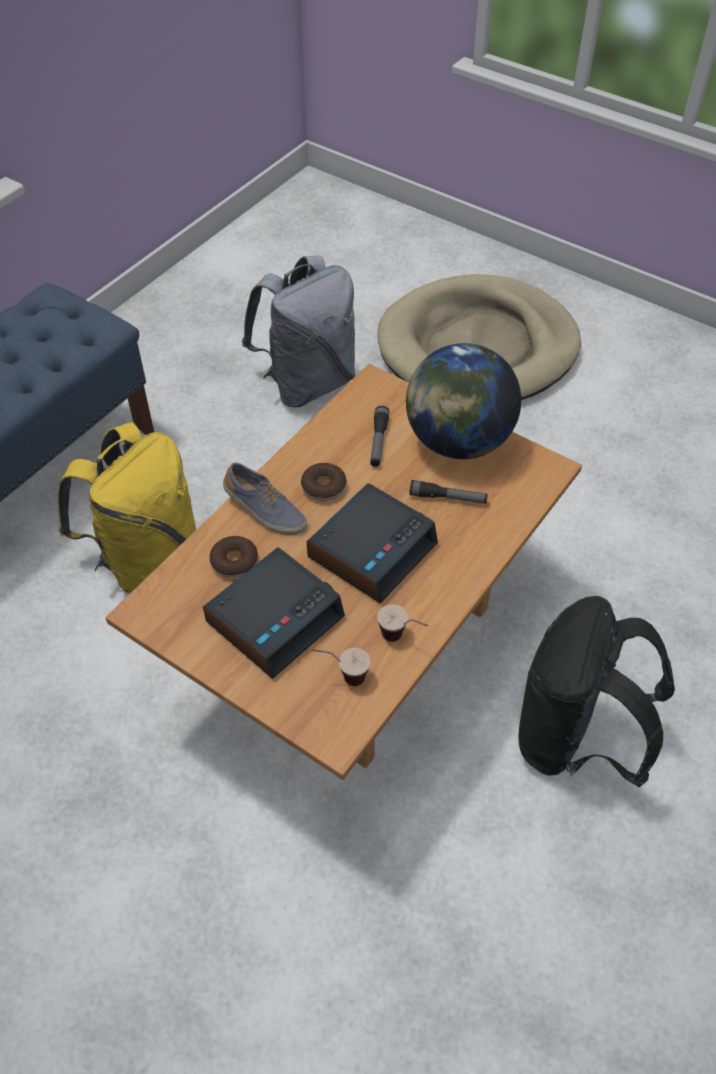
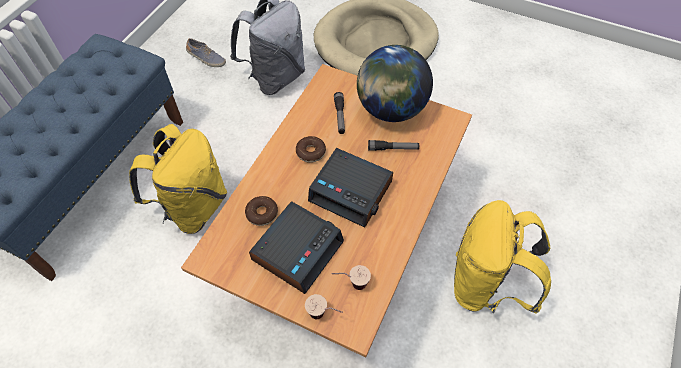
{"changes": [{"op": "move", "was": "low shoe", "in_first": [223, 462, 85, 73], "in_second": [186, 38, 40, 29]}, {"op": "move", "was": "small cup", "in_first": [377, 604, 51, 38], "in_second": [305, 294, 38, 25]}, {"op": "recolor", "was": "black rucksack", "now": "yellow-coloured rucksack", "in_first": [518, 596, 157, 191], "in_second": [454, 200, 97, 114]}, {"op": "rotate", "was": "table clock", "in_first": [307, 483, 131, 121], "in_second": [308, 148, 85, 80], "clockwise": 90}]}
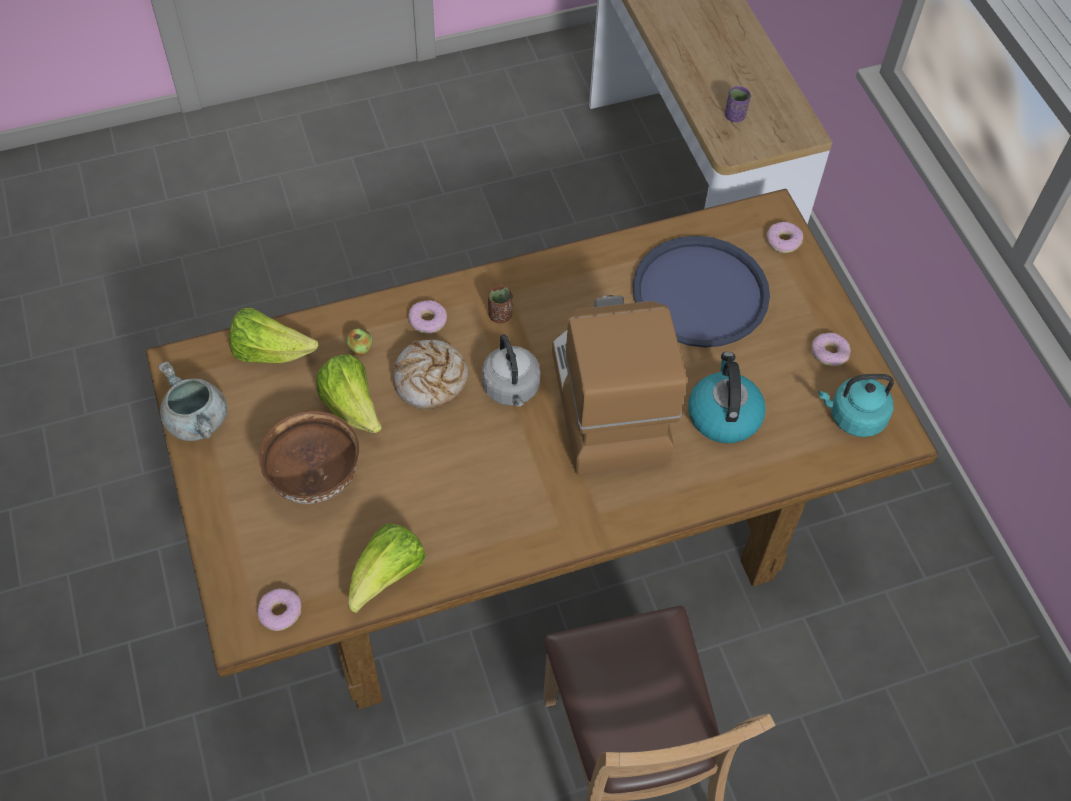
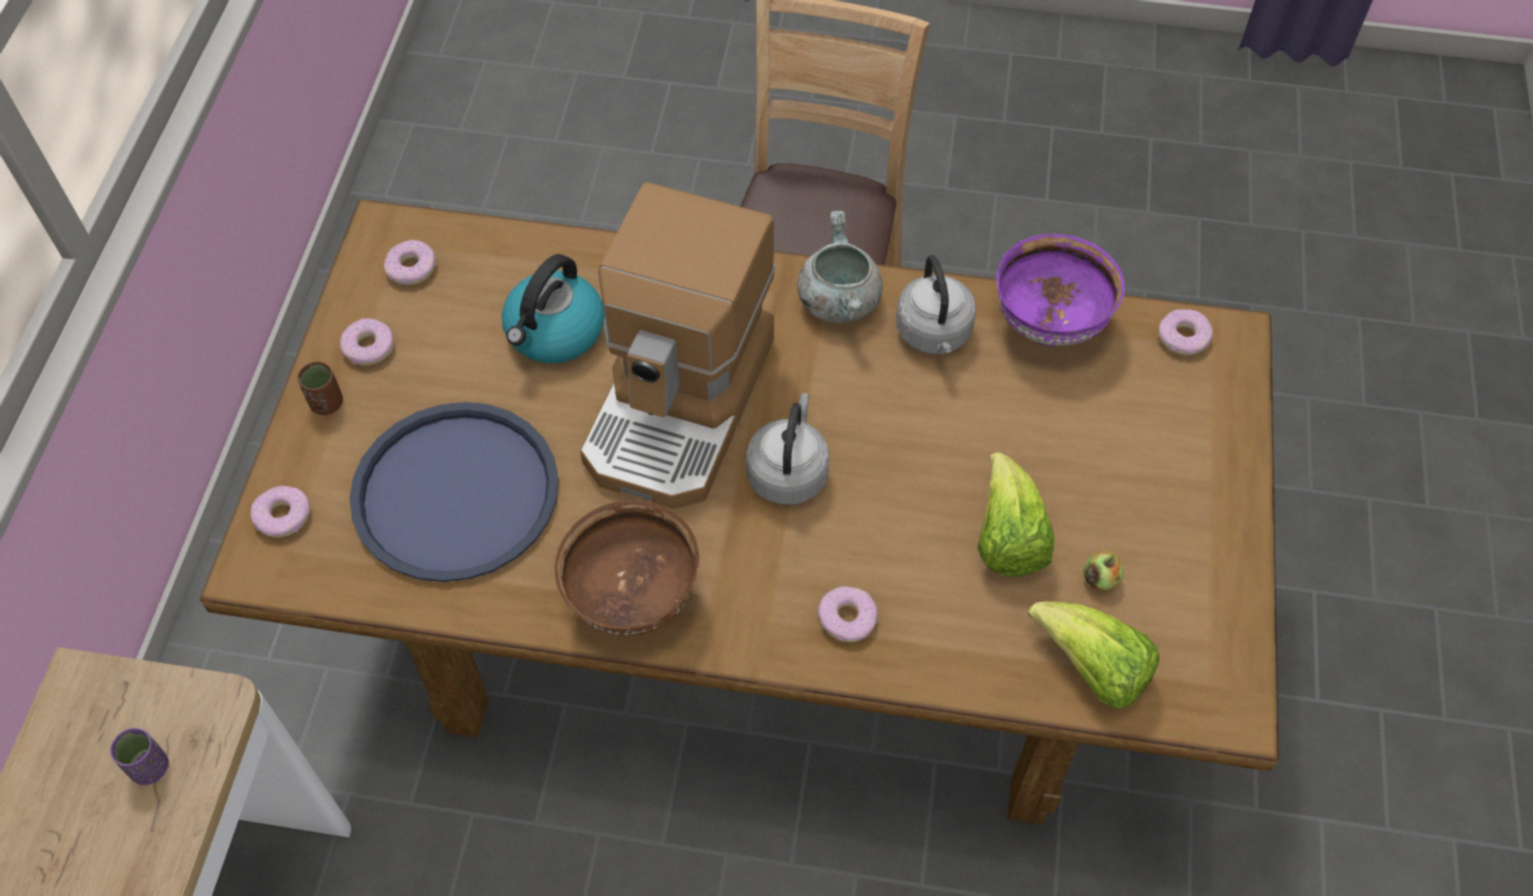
{"changes": [{"op": "delete", "was": "bread", "in_first": [393, 340, 75, 70]}, {"op": "insert", "now": "greyish tea kettle", "in_second": [896, 255, 80, 100]}, {"op": "move", "was": "greyish stockpot", "in_first": [158, 361, 69, 80], "in_second": [797, 211, 86, 112]}, {"op": "move", "was": "brownish serving bowl", "in_first": [259, 411, 100, 93], "in_second": [554, 500, 145, 136]}, {"op": "move", "was": "whole apple", "in_first": [347, 328, 25, 27], "in_second": [1084, 551, 40, 40]}, {"op": "move", "was": "brownish small cup", "in_first": [488, 285, 24, 38], "in_second": [297, 361, 46, 54]}, {"op": "replace", "was": "lettuce head", "now": "purple serving bowl", "in_first": [348, 523, 78, 90], "in_second": [996, 234, 129, 112]}, {"op": "replace", "was": "turquoise-coloured tea kettle", "now": "doughnut", "in_first": [819, 374, 75, 63], "in_second": [384, 240, 52, 45]}]}
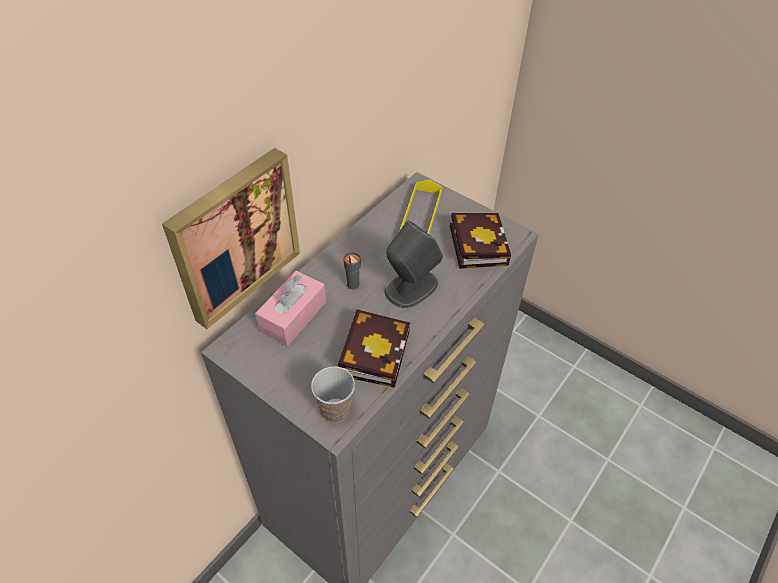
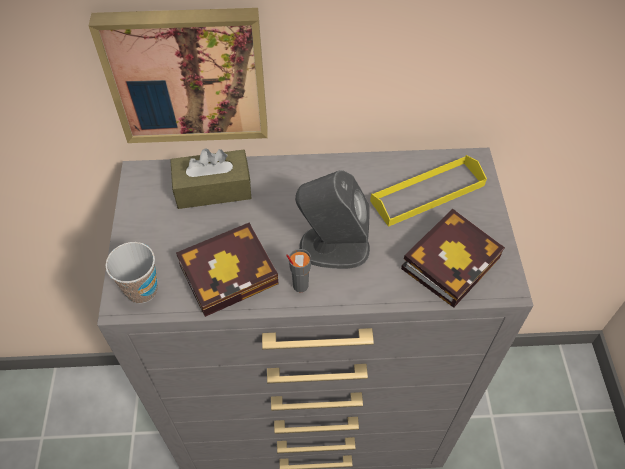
{"changes": [{"op": "move", "was": "greyish small cup", "in_first": [343, 252, 18, 38], "in_second": [286, 249, 25, 44]}, {"op": "recolor", "was": "pink-coloured tissue holder", "now": "brownish tissue holder", "in_first": [255, 270, 71, 76], "in_second": [170, 148, 82, 61]}]}
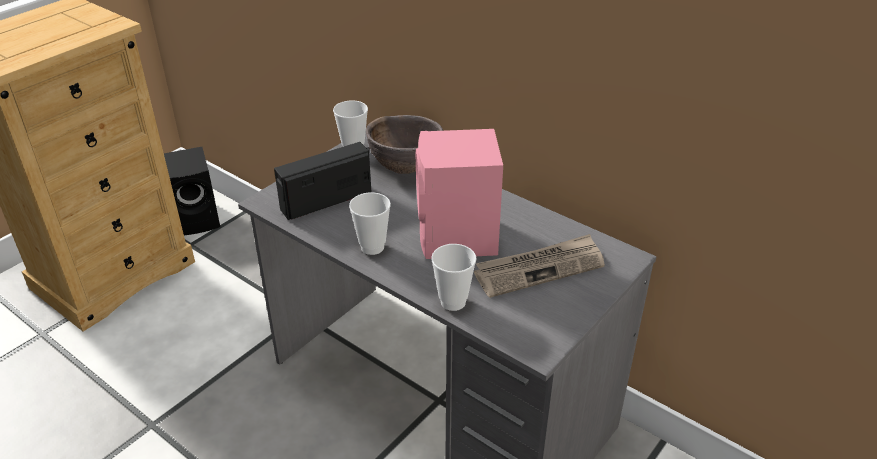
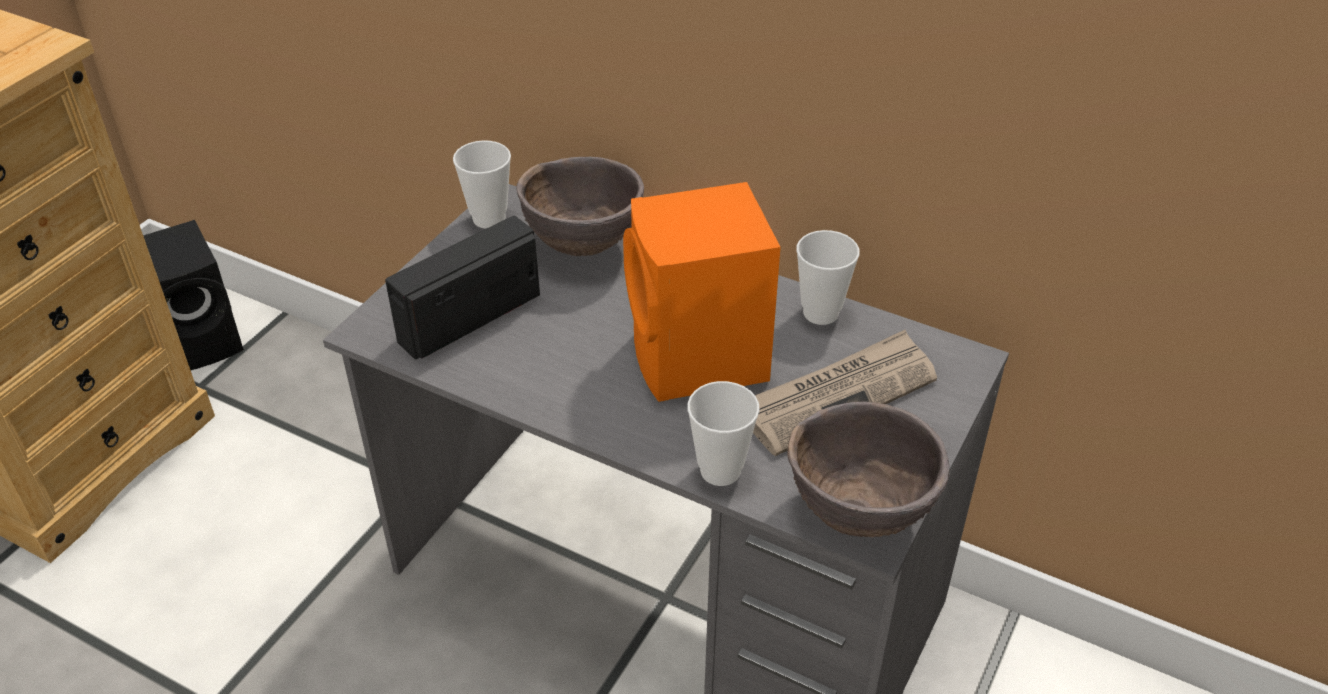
{"changes": [{"op": "insert", "now": "brownish serving bowl", "in_second": [787, 402, 164, 135]}, {"op": "move", "was": "small cup", "in_first": [349, 192, 42, 63], "in_second": [796, 230, 64, 95]}, {"op": "recolor", "was": "pink-coloured speaker", "now": "orangey speaker", "in_first": [416, 129, 87, 130], "in_second": [623, 182, 158, 220]}]}
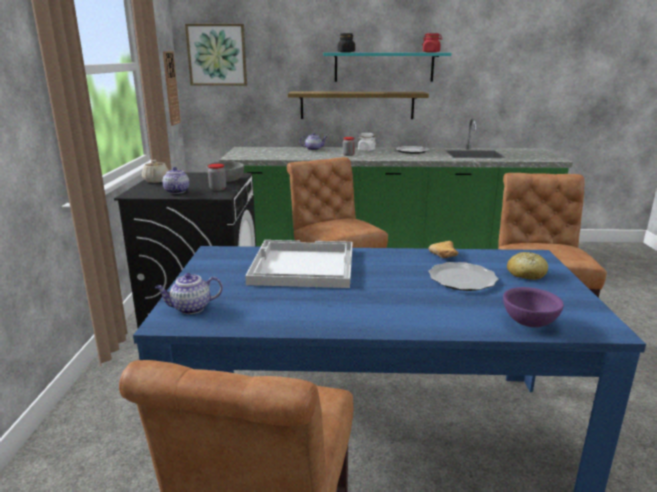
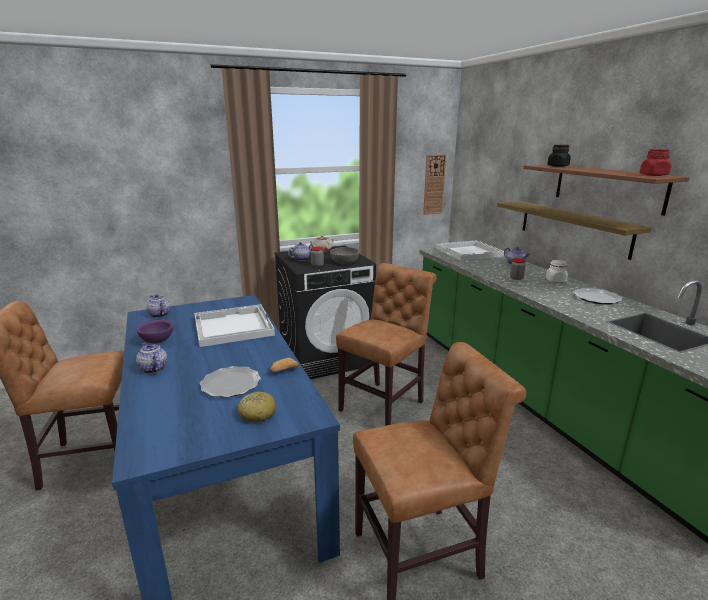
{"changes": [{"op": "delete", "was": "wall art", "in_first": [185, 24, 62, 62]}, {"op": "insert", "now": "pot for tea", "in_second": [136, 343, 31, 31]}, {"op": "insert", "now": "white serving tray", "in_second": [436, 240, 68, 21]}, {"op": "move", "was": "purple serving bowl", "in_first": [503, 287, 61, 40], "in_second": [136, 320, 38, 23]}, {"op": "recolor", "was": "turquoise-coloured bracket shelf", "now": "brownish bracket shelf", "in_first": [323, 53, 128, 29], "in_second": [523, 165, 167, 51]}]}
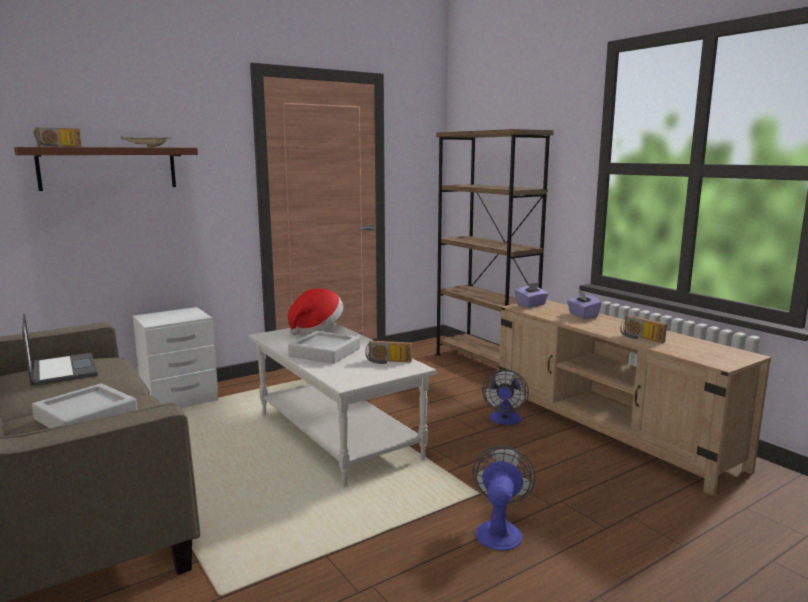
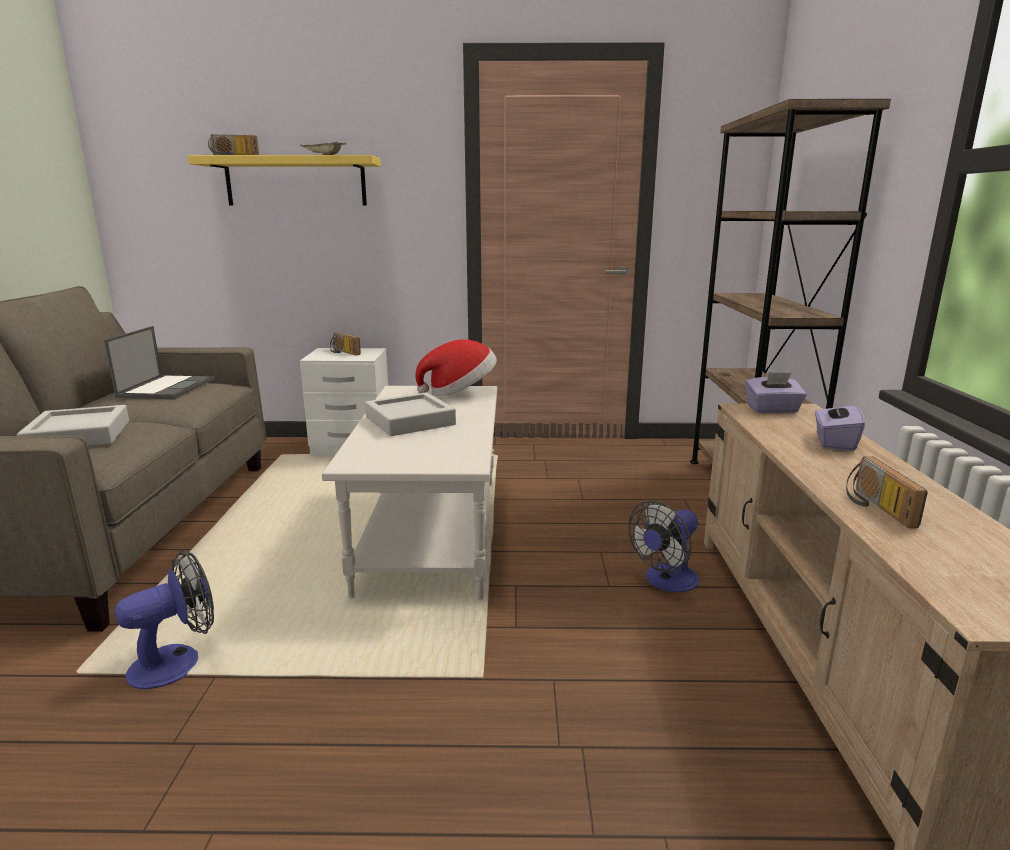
{"changes": [{"op": "move", "was": "radio receiver", "in_first": [365, 341, 47, 23], "in_second": [330, 332, 31, 24]}, {"op": "move", "was": "fan", "in_first": [472, 446, 63, 105], "in_second": [115, 550, 99, 139]}, {"op": "recolor", "was": "brownish bracket shelf", "now": "yellow-coloured bracket shelf", "in_first": [14, 147, 184, 44], "in_second": [188, 155, 193, 51]}]}
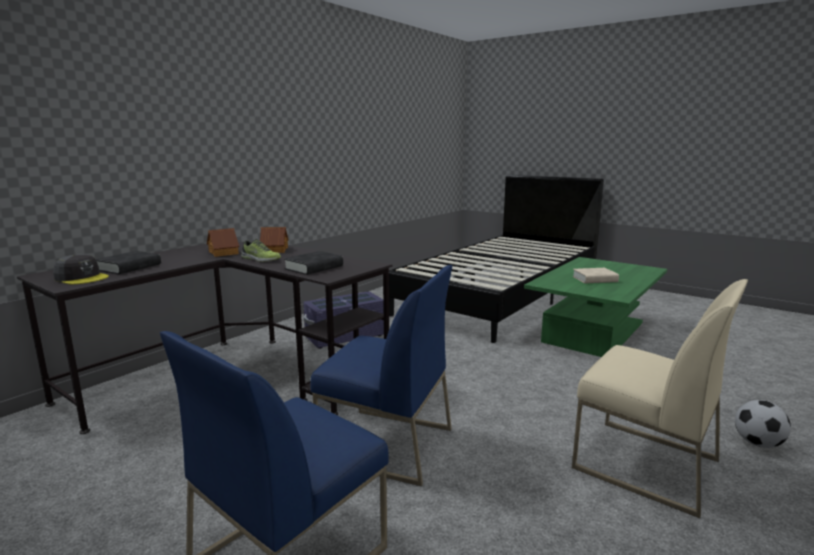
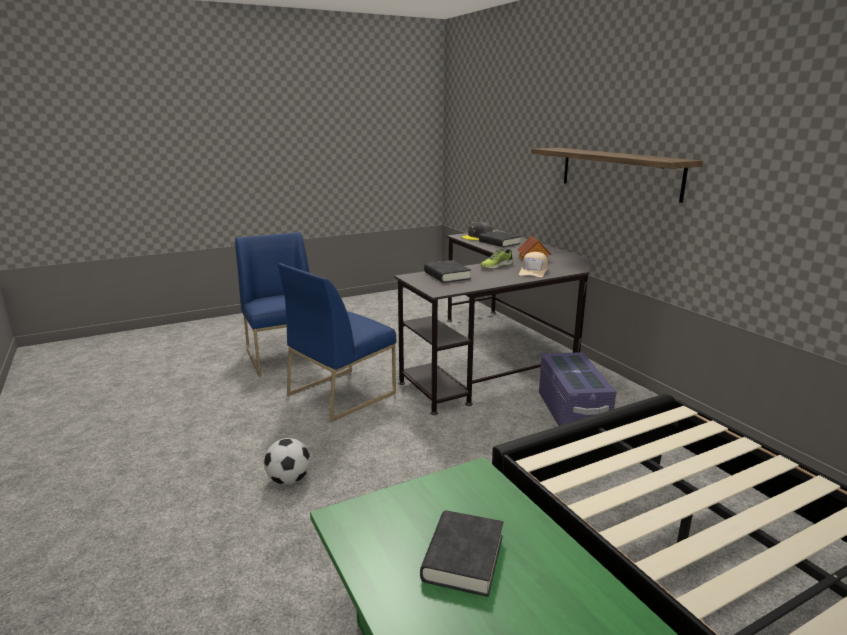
{"changes": [{"op": "delete", "was": "beige-coloured plain chair", "in_first": [572, 279, 176, 239]}, {"op": "insert", "now": "bracket shelf", "in_second": [531, 148, 172, 55]}, {"op": "move", "was": "football", "in_first": [735, 400, 56, 48], "in_second": [264, 438, 46, 47]}, {"op": "replace", "was": "toy house", "now": "beige-coloured baseball cap", "in_first": [260, 227, 28, 26], "in_second": [519, 252, 29, 25]}, {"op": "recolor", "was": "beige-coloured book", "now": "black book", "in_first": [572, 268, 47, 15], "in_second": [420, 510, 83, 87]}]}
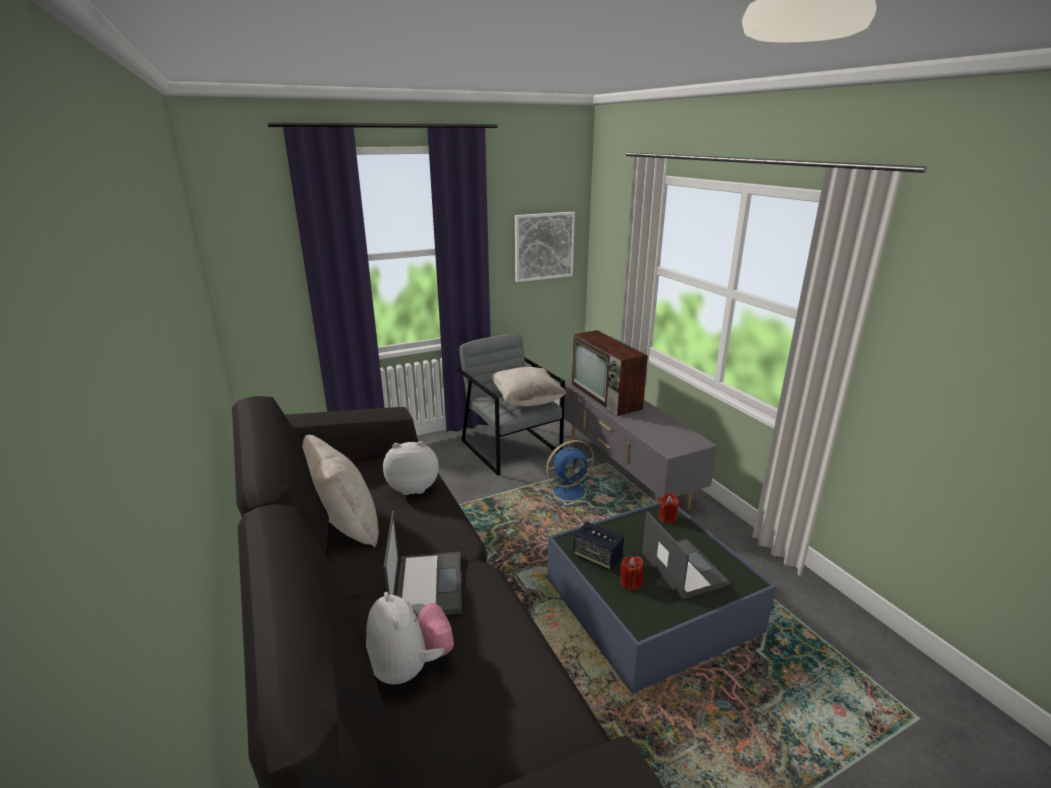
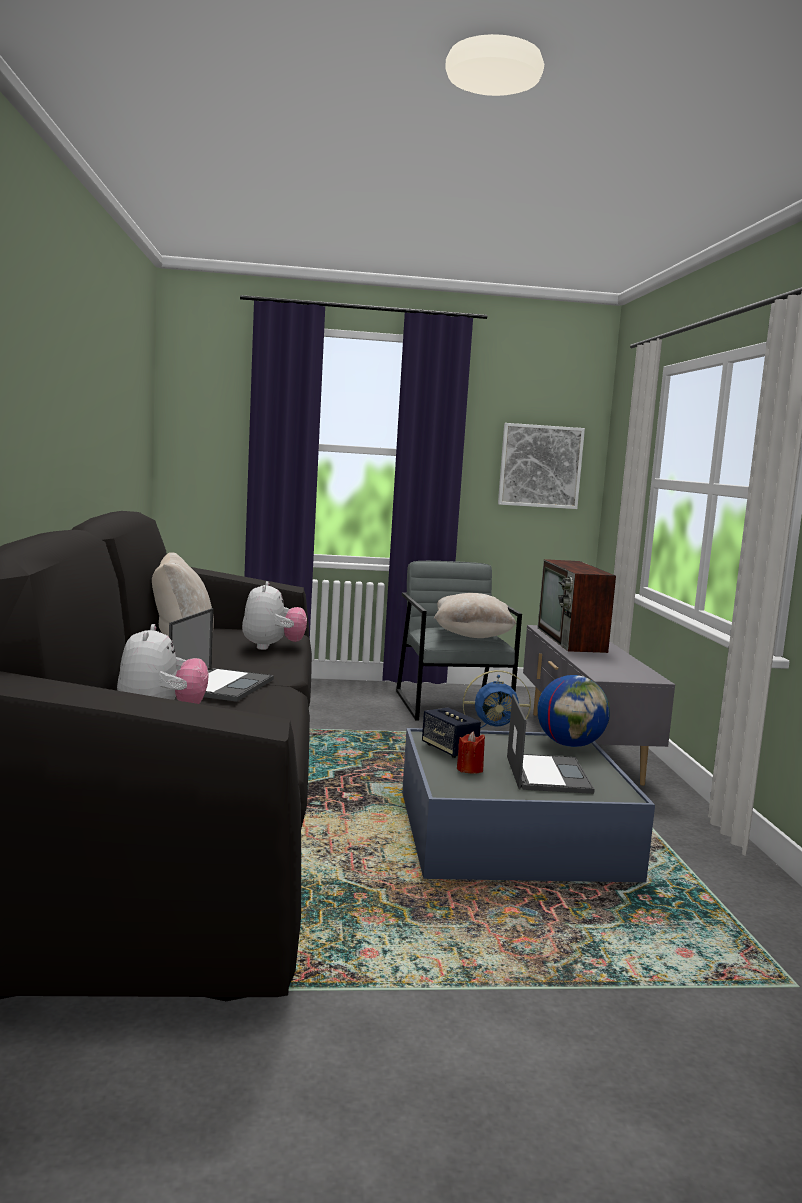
{"changes": [{"op": "replace", "was": "red-coloured candle", "now": "desk globe", "in_first": [659, 493, 20, 30], "in_second": [537, 675, 73, 72]}, {"op": "rotate", "was": "soft toy", "in_first": [383, 441, 56, 54], "in_second": [242, 581, 65, 69], "clockwise": 75}]}
